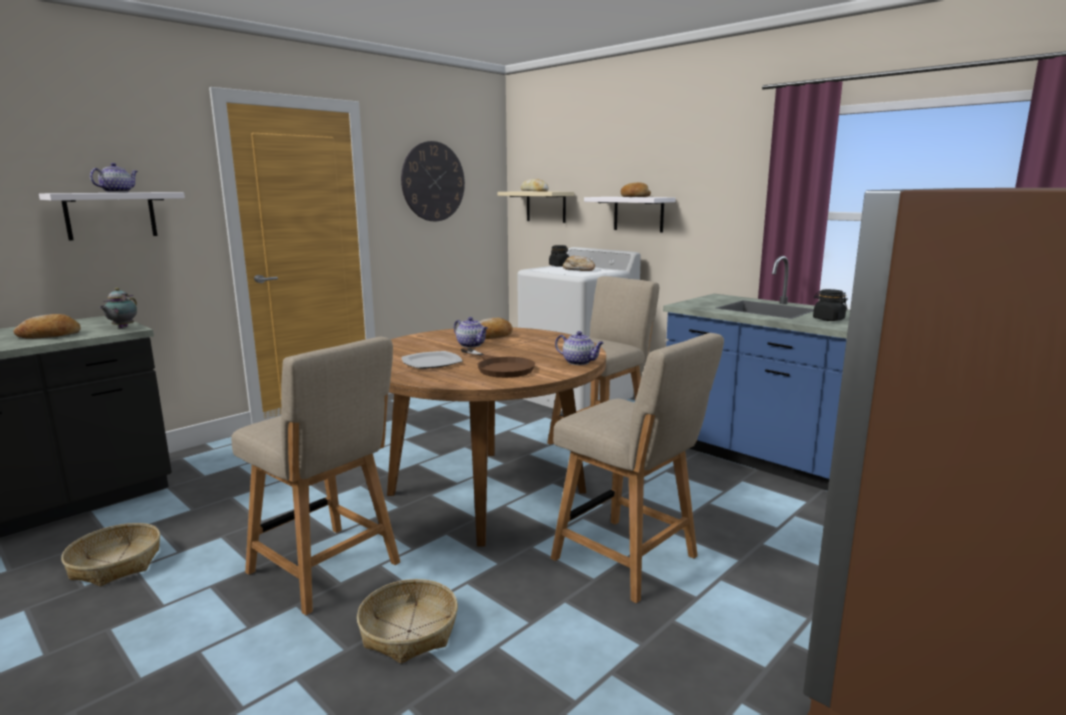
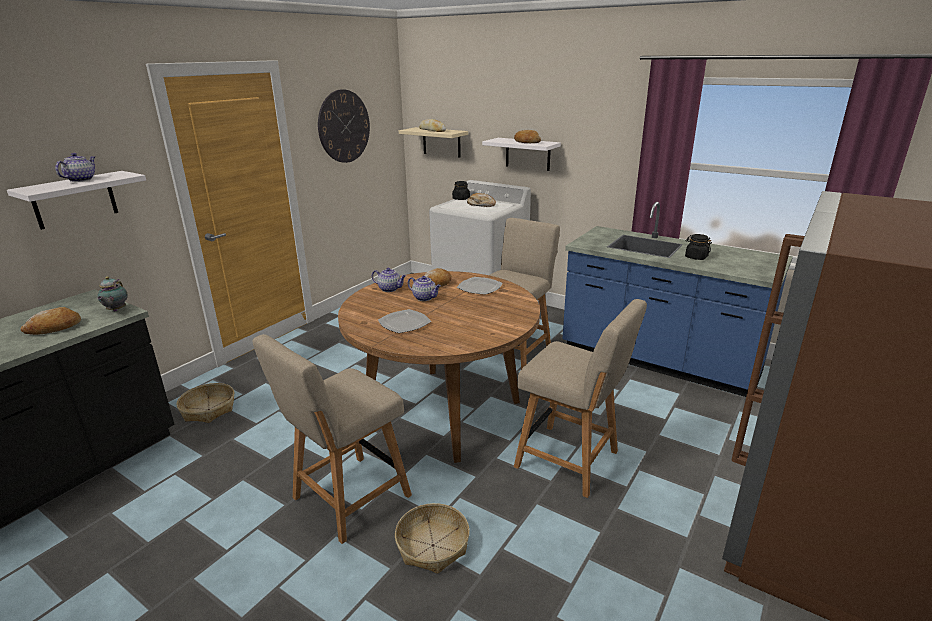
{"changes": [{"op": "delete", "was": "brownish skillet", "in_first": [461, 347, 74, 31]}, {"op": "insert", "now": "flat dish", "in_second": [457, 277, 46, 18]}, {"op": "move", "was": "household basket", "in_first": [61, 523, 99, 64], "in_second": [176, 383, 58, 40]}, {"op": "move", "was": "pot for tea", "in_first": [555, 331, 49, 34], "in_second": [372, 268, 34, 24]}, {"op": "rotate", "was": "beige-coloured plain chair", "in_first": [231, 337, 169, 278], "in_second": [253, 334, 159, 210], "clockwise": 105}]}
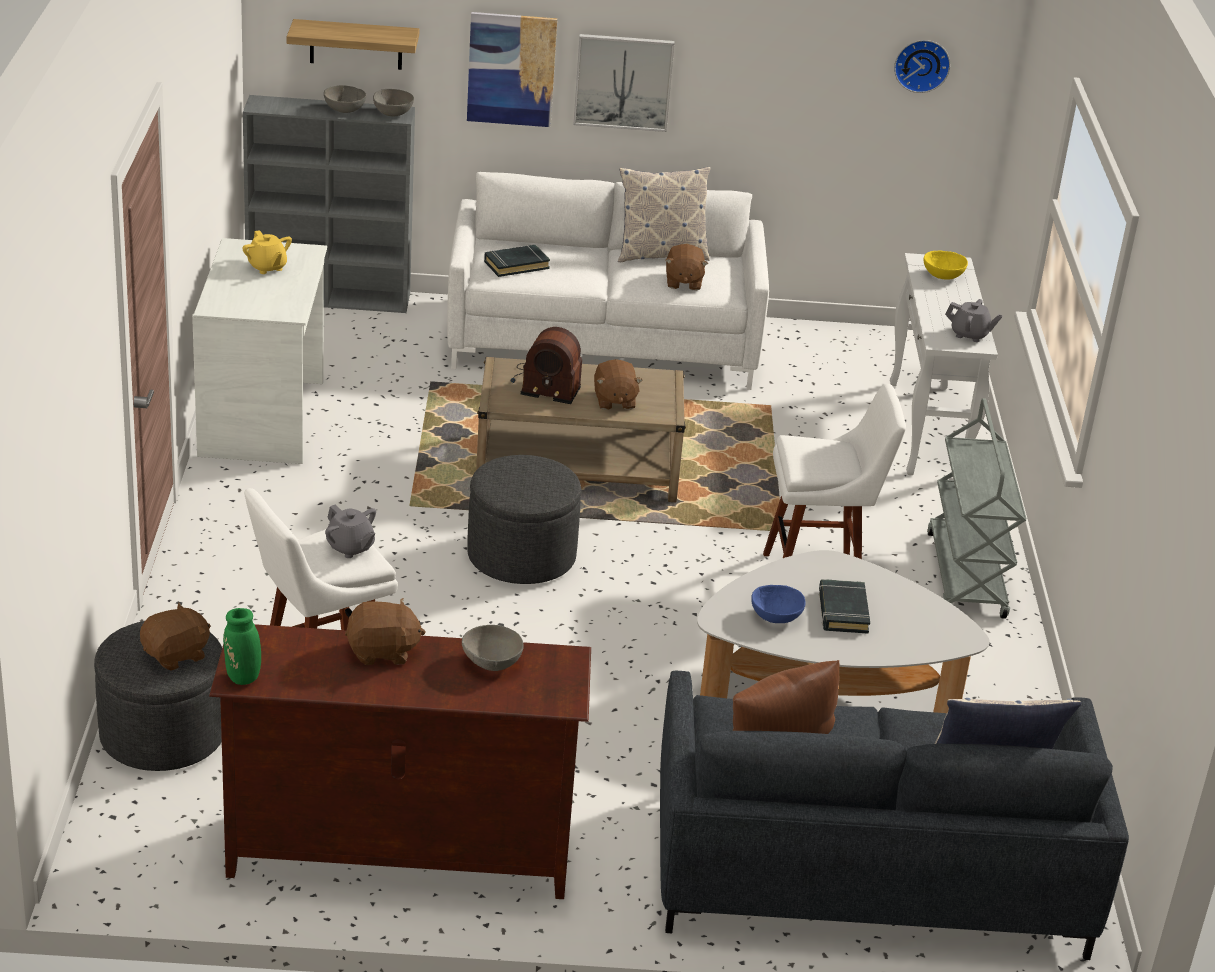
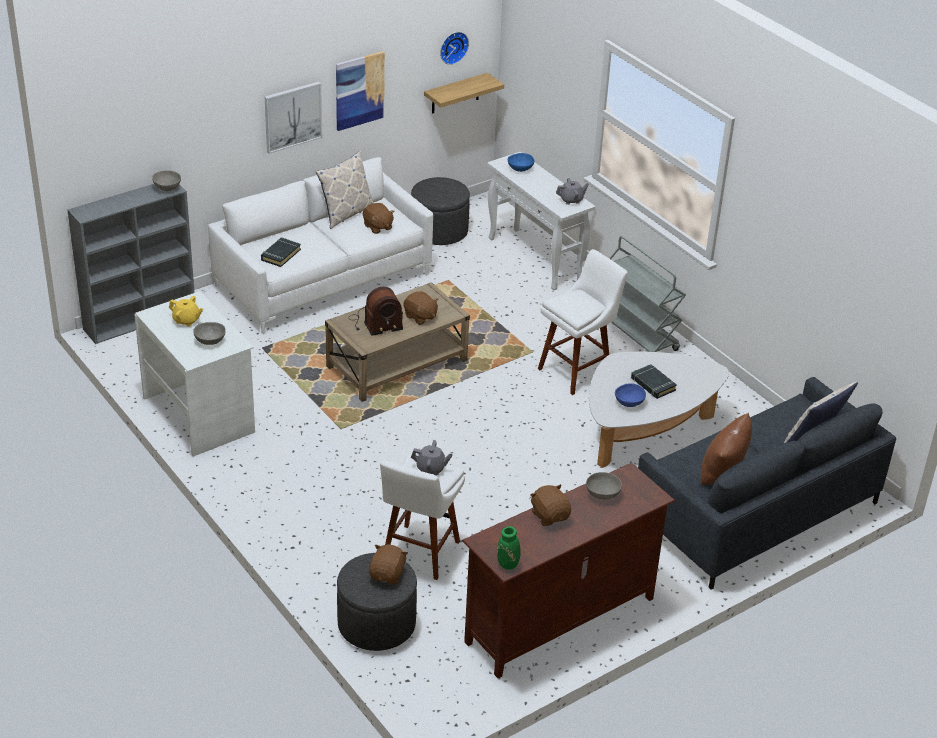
{"changes": [{"op": "move", "was": "bracket shelf", "in_first": [287, 19, 132, 51], "in_second": [424, 73, 80, 41]}, {"op": "move", "was": "greyish serving bowl", "in_first": [324, 85, 43, 28], "in_second": [193, 322, 33, 23]}, {"op": "move", "was": "wall art", "in_first": [467, 12, 90, 115], "in_second": [336, 51, 49, 80]}, {"op": "move", "was": "greyish pouffe", "in_first": [467, 455, 114, 129], "in_second": [411, 177, 59, 68]}, {"op": "recolor", "was": "yellow-coloured serving bowl", "now": "bluish serving bowl", "in_first": [924, 251, 44, 29], "in_second": [508, 153, 26, 19]}, {"op": "rotate", "was": "brownish soft toy", "in_first": [345, 598, 80, 67], "in_second": [530, 484, 41, 42], "clockwise": -75}]}
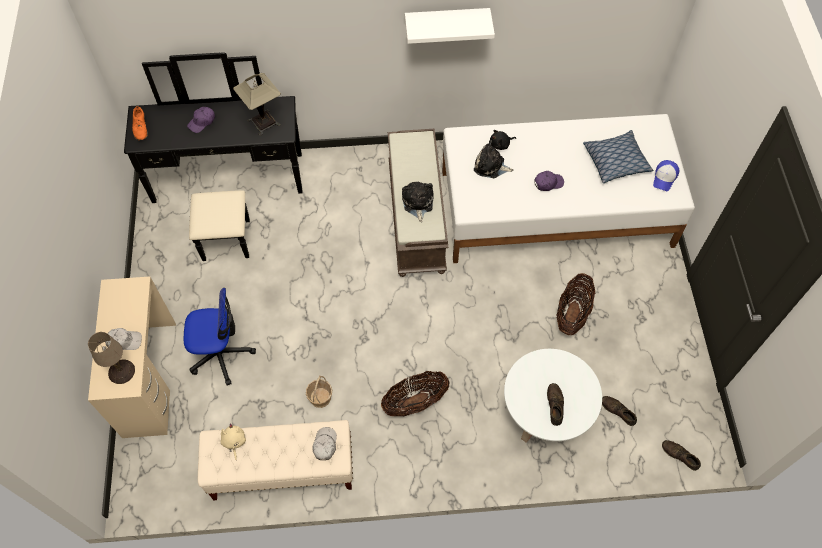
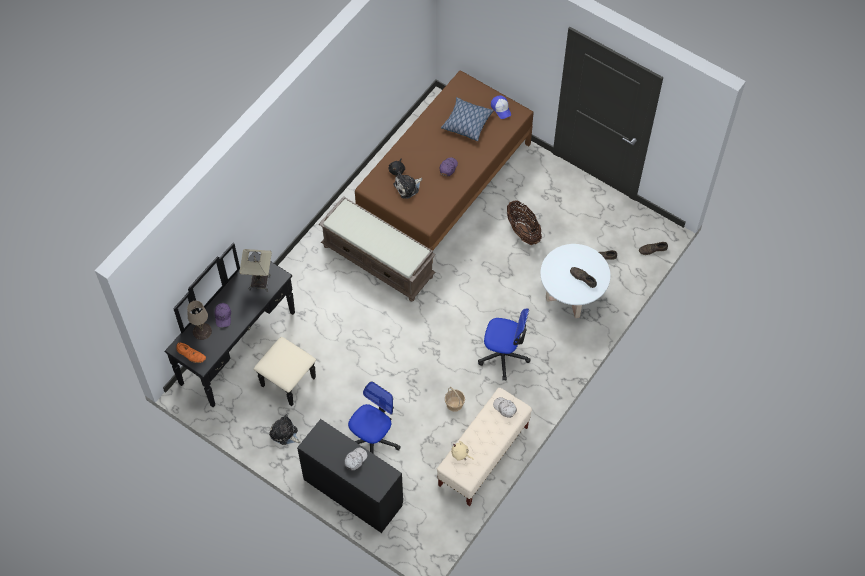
{"changes": [{"op": "delete", "was": "white bracket shelf", "in_first": [405, 8, 90, 36]}, {"op": "move", "was": "beige-coloured table lamp", "in_first": [88, 332, 47, 52], "in_second": [187, 301, 25, 39]}, {"op": "move", "was": "soft toy", "in_first": [402, 182, 32, 40], "in_second": [269, 415, 32, 30]}, {"op": "replace", "was": "household basket", "now": "computer chair", "in_first": [381, 371, 68, 45], "in_second": [478, 308, 53, 73]}, {"op": "recolor", "was": "beige-coloured desk unit", "now": "black desk unit", "in_first": [88, 276, 88, 162], "in_second": [297, 419, 106, 114]}, {"op": "recolor", "was": "white sleeping bed", "now": "brownish sleeping bed", "in_first": [442, 114, 253, 149], "in_second": [355, 71, 179, 193]}]}
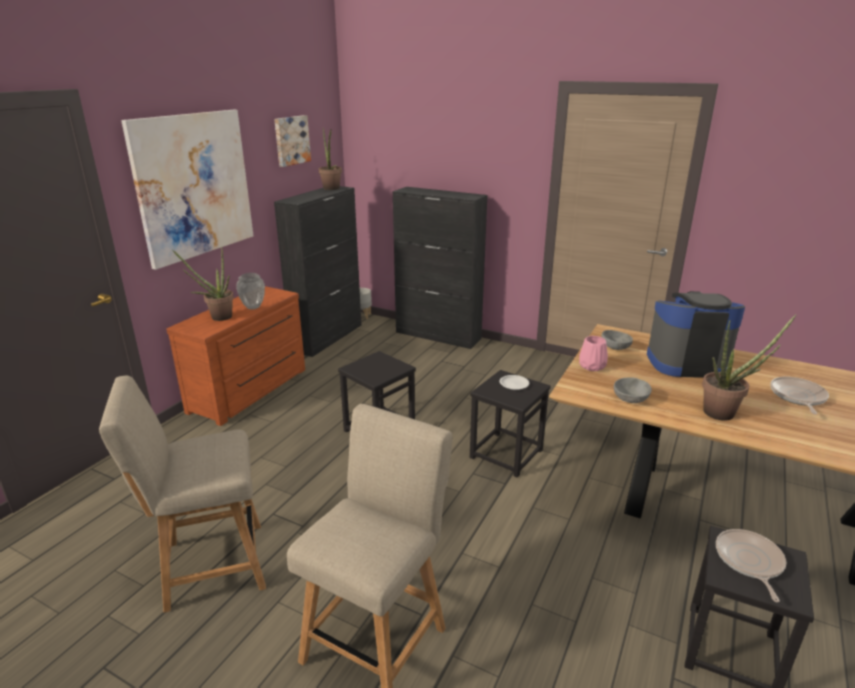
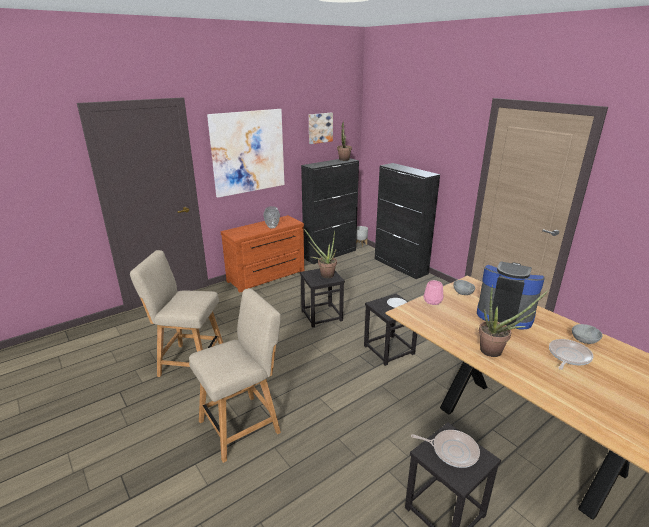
{"changes": [{"op": "move", "was": "plant in a pot", "in_first": [173, 247, 61, 74], "in_second": [304, 229, 33, 49]}, {"op": "move", "was": "greyish serving bowl", "in_first": [614, 377, 38, 26], "in_second": [572, 324, 30, 20]}, {"op": "rotate", "was": "skillet", "in_first": [716, 529, 70, 73], "in_second": [411, 430, 69, 38], "clockwise": 75}]}
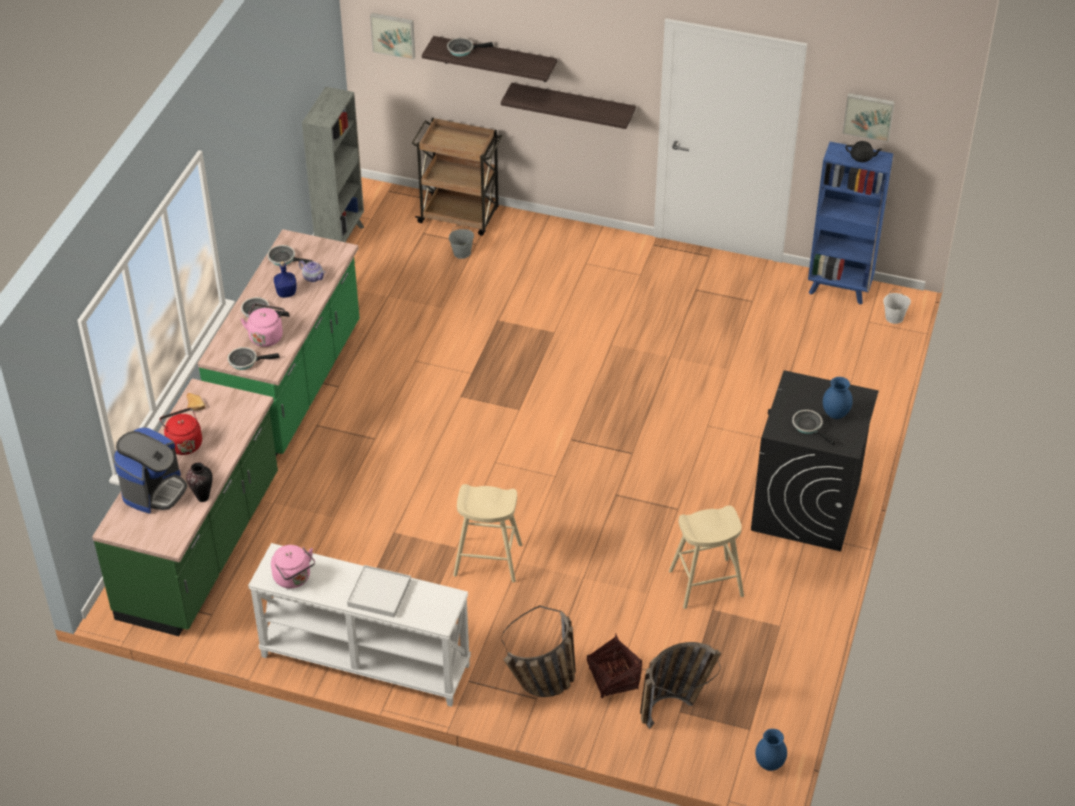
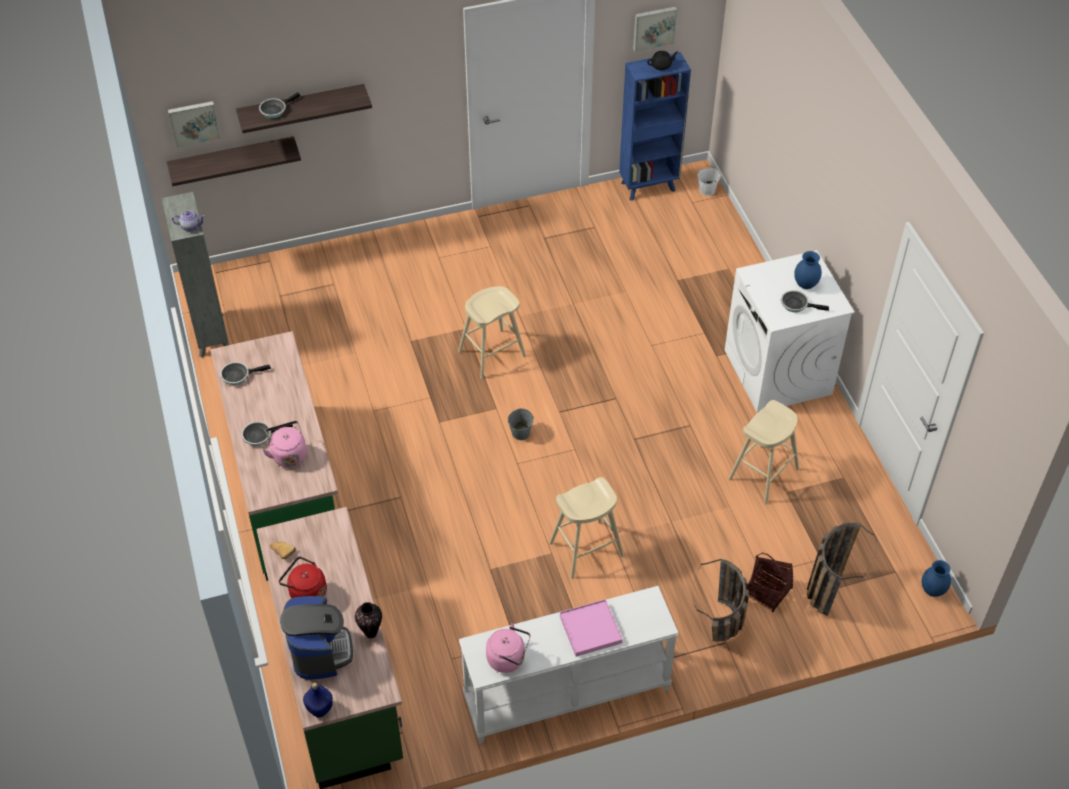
{"changes": [{"op": "delete", "was": "skillet", "in_first": [228, 347, 52, 23]}, {"op": "delete", "was": "brownish trolley", "in_first": [412, 117, 91, 119]}, {"op": "insert", "now": "beige-coloured sitting stool", "in_second": [458, 286, 68, 93]}, {"op": "move", "was": "bluish bottle", "in_first": [274, 261, 22, 37], "in_second": [303, 682, 30, 36]}, {"op": "move", "was": "pot for tea", "in_first": [299, 261, 27, 21], "in_second": [172, 211, 33, 20]}, {"op": "move", "was": "greyish bucket", "in_first": [449, 225, 25, 34], "in_second": [508, 408, 26, 32]}, {"op": "move", "was": "bracket shelf", "in_first": [501, 83, 135, 46], "in_second": [167, 136, 134, 50]}, {"op": "recolor", "was": "white serving tray", "now": "pink-coloured serving tray", "in_first": [347, 565, 64, 53], "in_second": [560, 599, 63, 58]}, {"op": "recolor", "was": "black washing machine", "now": "white washing machine", "in_first": [751, 371, 128, 181], "in_second": [725, 250, 130, 163]}]}
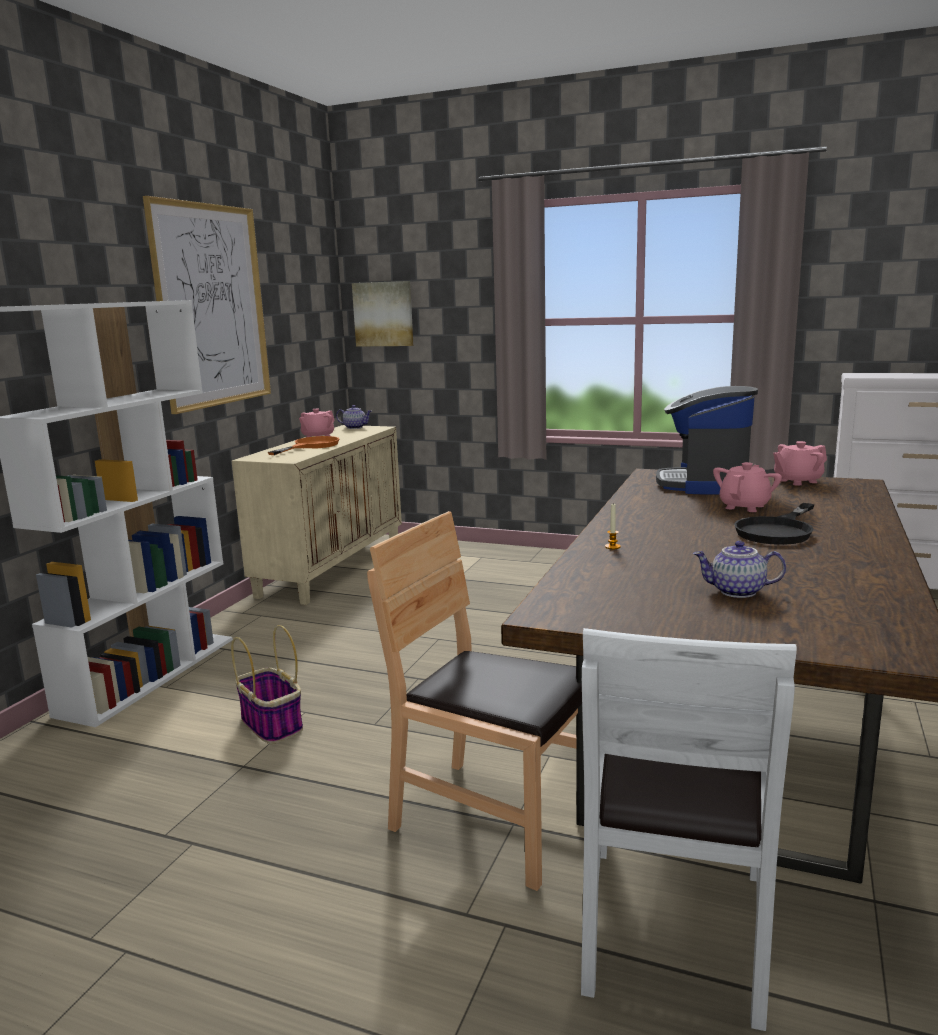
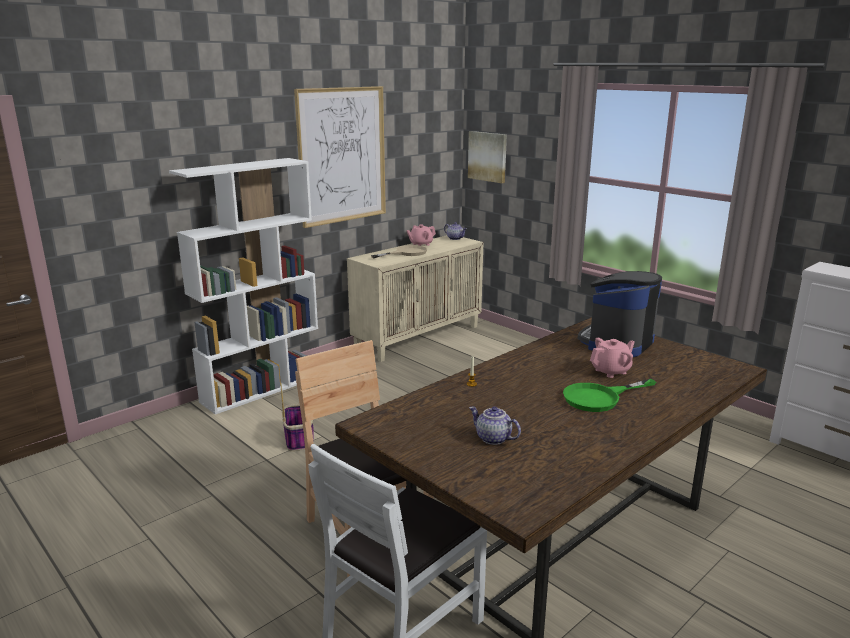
{"changes": [{"op": "delete", "was": "pink-coloured pot for tea", "in_first": [773, 441, 54, 45]}, {"op": "recolor", "was": "orangey skillet", "now": "beige-coloured skillet", "in_first": [268, 436, 71, 19], "in_second": [371, 245, 56, 13]}, {"op": "recolor", "was": "black skillet", "now": "green skillet", "in_first": [734, 503, 80, 42], "in_second": [563, 379, 93, 33]}]}
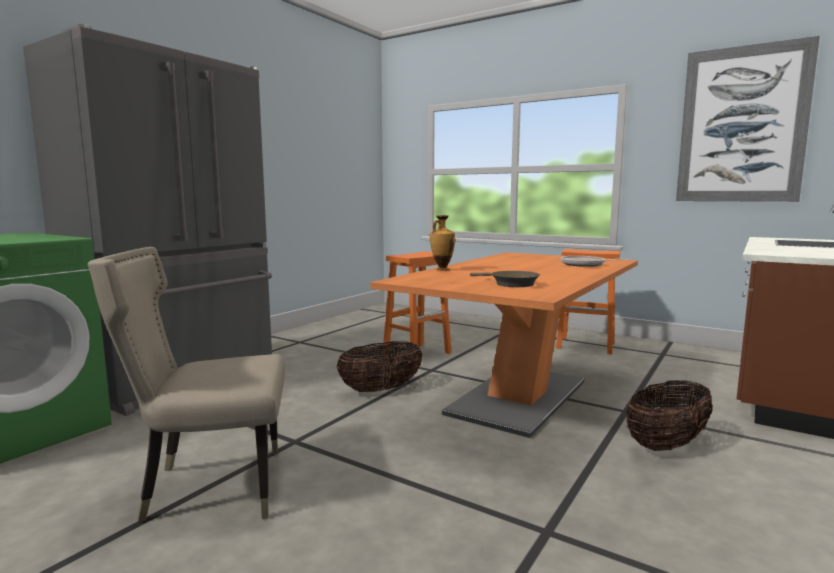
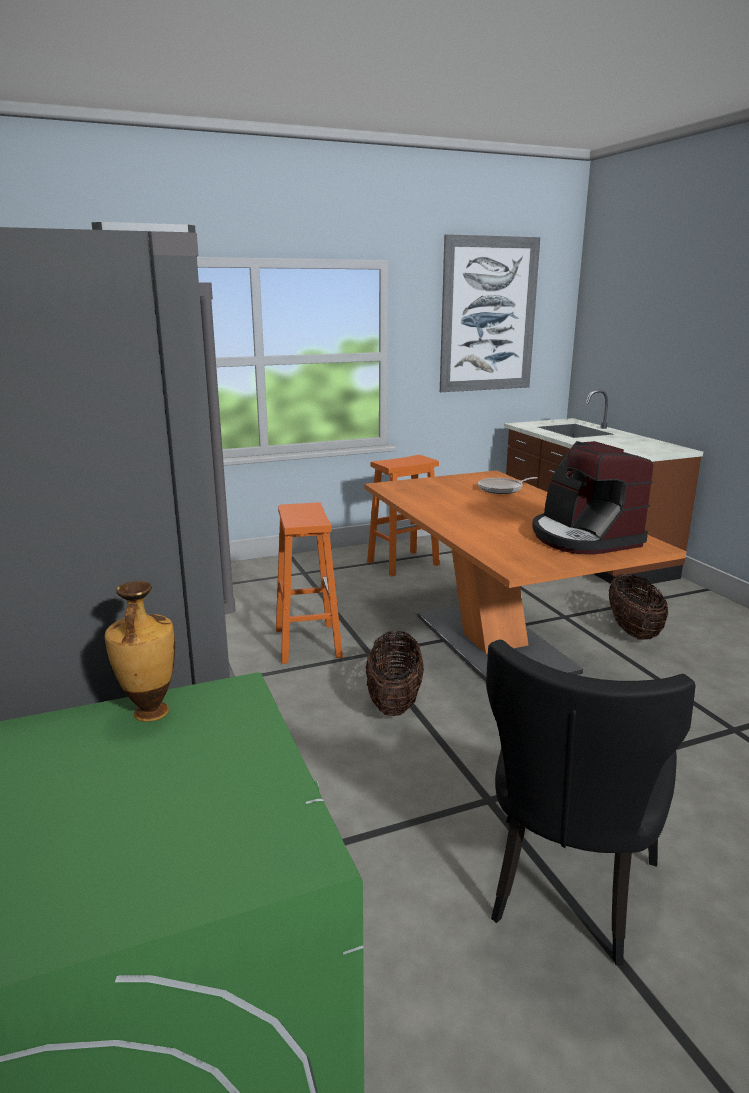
{"changes": [{"op": "move", "was": "decorative vase", "in_first": [430, 215, 25, 56], "in_second": [105, 581, 70, 141]}, {"op": "replace", "was": "brownish skillet", "now": "coffee machine", "in_first": [470, 271, 70, 16], "in_second": [532, 441, 121, 114]}, {"op": "recolor", "was": "beige-coloured plain chair", "now": "black plain chair", "in_first": [88, 247, 197, 275], "in_second": [486, 640, 209, 325]}]}
